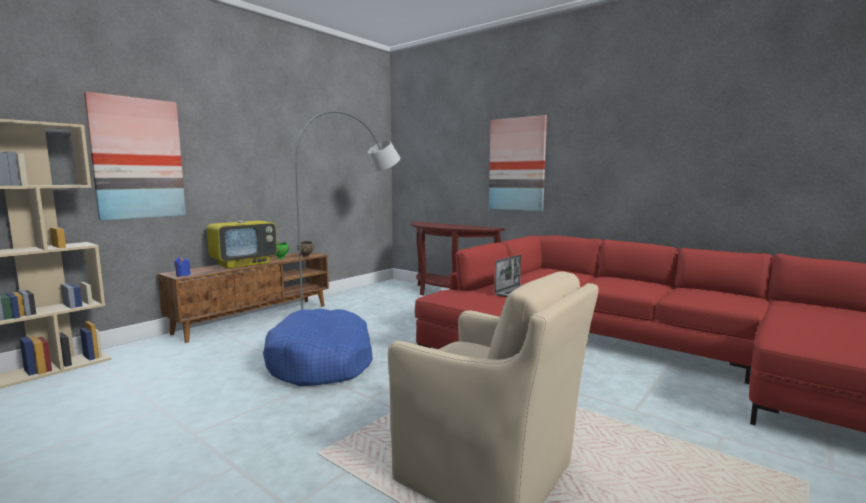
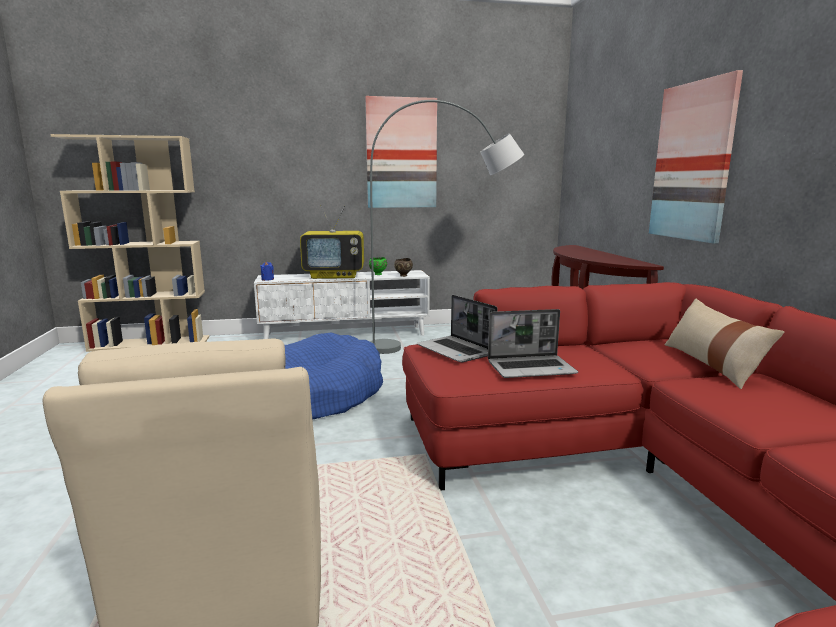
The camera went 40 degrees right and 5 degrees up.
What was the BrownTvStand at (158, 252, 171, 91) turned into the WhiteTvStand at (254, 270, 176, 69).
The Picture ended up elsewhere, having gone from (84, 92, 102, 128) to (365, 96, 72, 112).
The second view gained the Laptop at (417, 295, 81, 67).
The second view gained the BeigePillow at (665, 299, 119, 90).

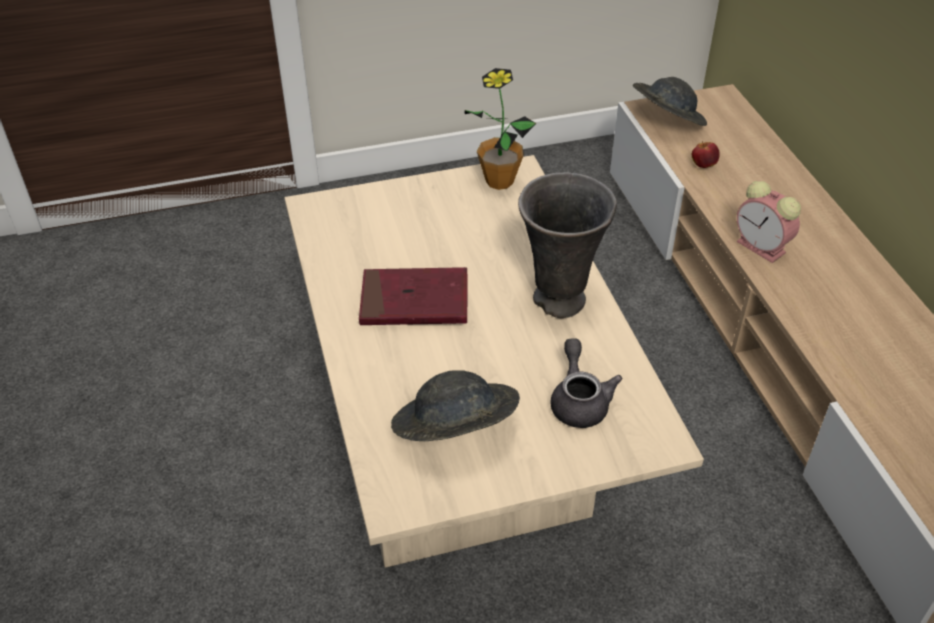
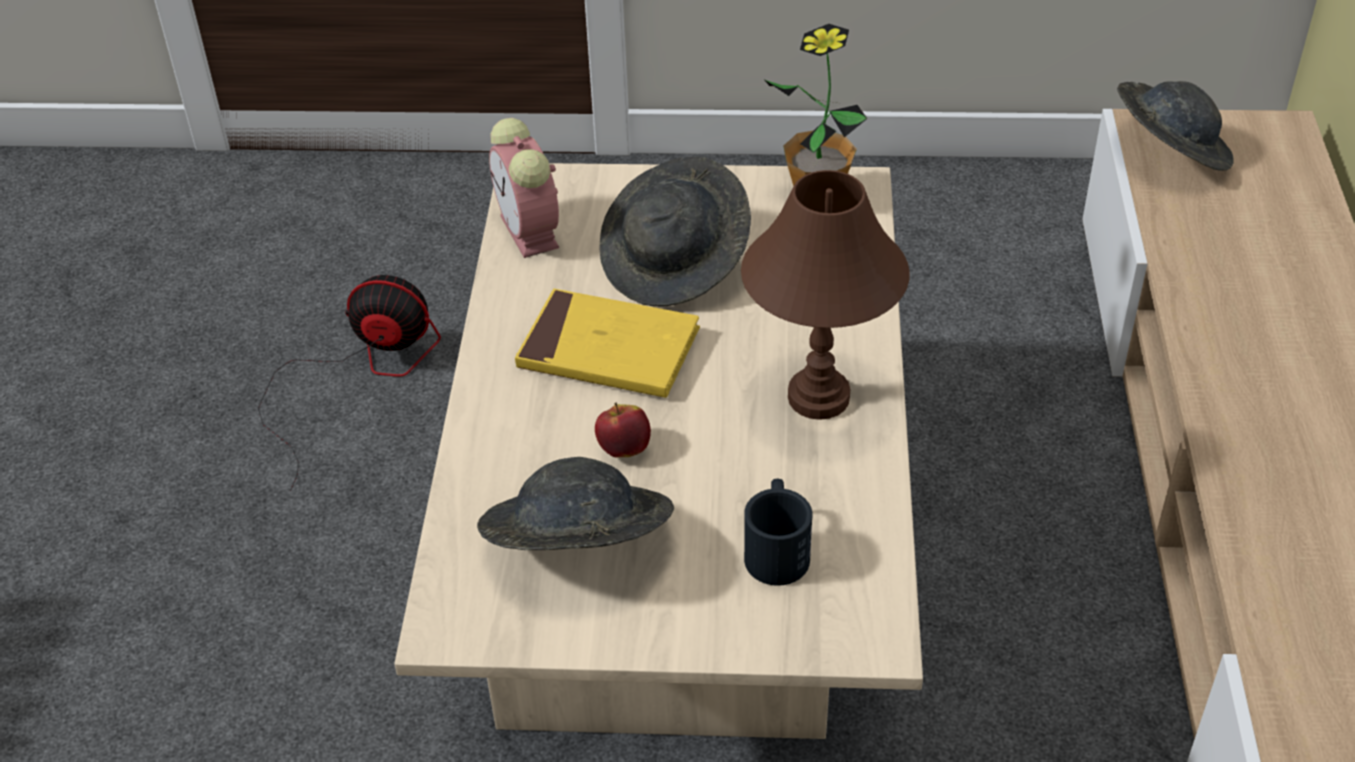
The camera went 20 degrees right and 0 degrees up.
The second view gained the Fan at (258, 275, 183, 216).
The AlarmClock ended up elsewhere, having gone from (736, 181, 65, 82) to (489, 118, 70, 140).
What was the RedBook at (359, 267, 109, 58) turned into the YellowBook at (515, 289, 185, 109).
The Apple ended up elsewhere, having gone from (692, 141, 27, 27) to (595, 403, 56, 55).
The second view gained the GreyHat at (599, 157, 152, 149).
Where the GreyVase stood at (518, 172, 99, 146), the BrownTableLamp came to stand at (741, 170, 169, 250).
Where the GreyTeapot stood at (551, 338, 71, 90), the BlackMug came to stand at (744, 478, 68, 108).

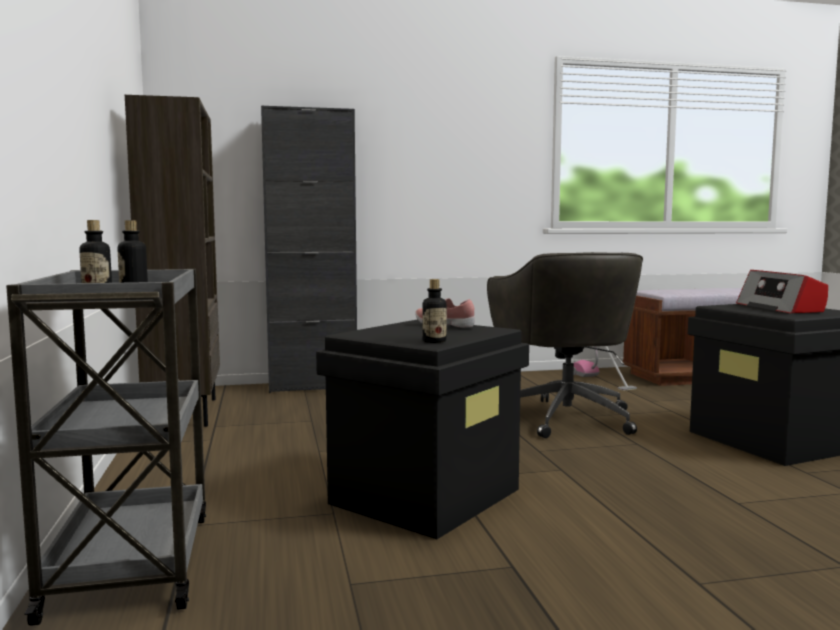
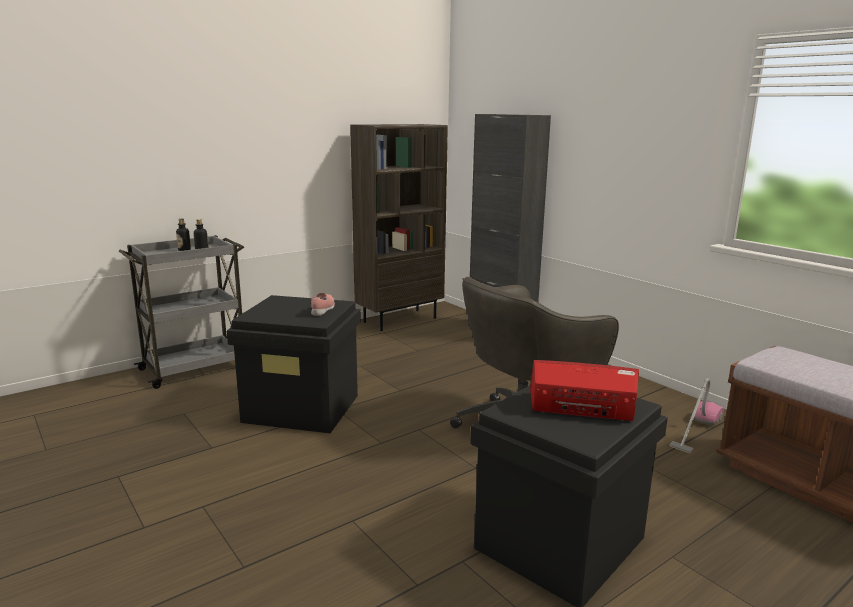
The camera went 65 degrees right and 10 degrees up.
The Radio at (736, 270, 92, 44) ended up facing another way, 45 degrees clockwise from before.
The second view lost the Bottle at (422, 279, 25, 64).

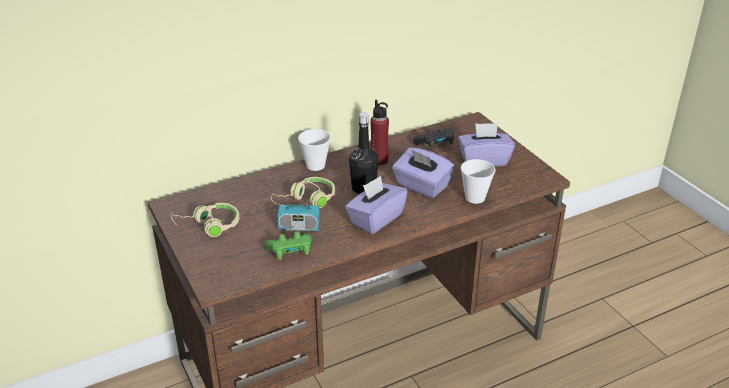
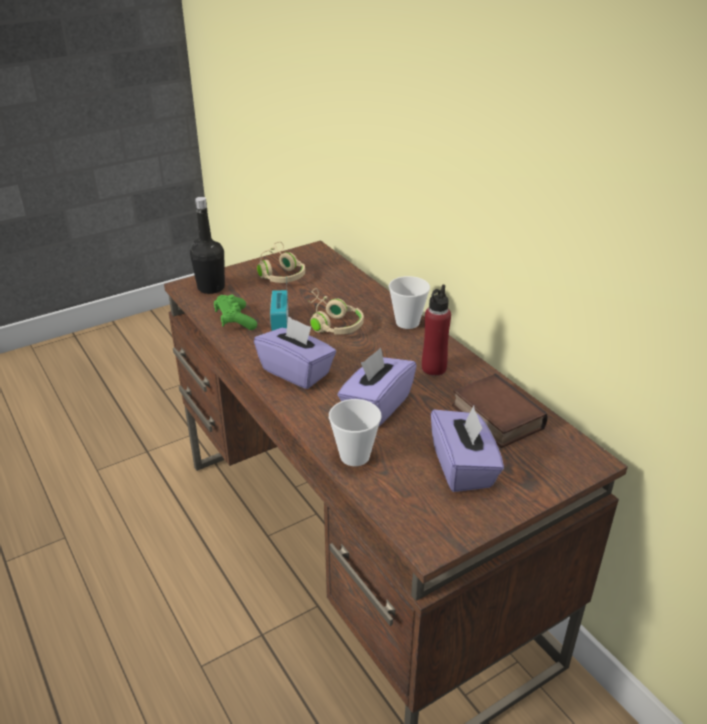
The camera went 85 degrees right and 0 degrees up.
The BlackBottle ended up elsewhere, having gone from (349, 113, 30, 81) to (190, 197, 35, 97).
Where the BlackGameController stood at (413, 126, 41, 23), the Book came to stand at (452, 373, 96, 75).

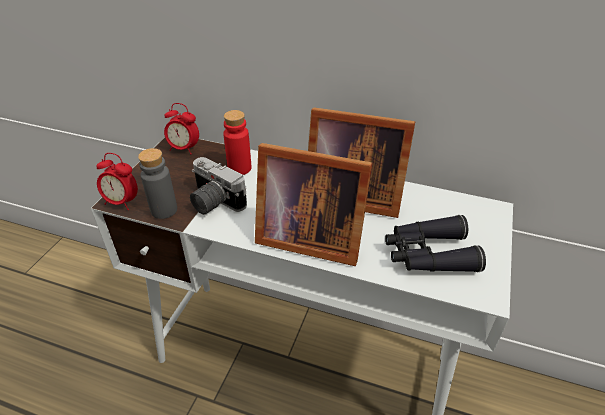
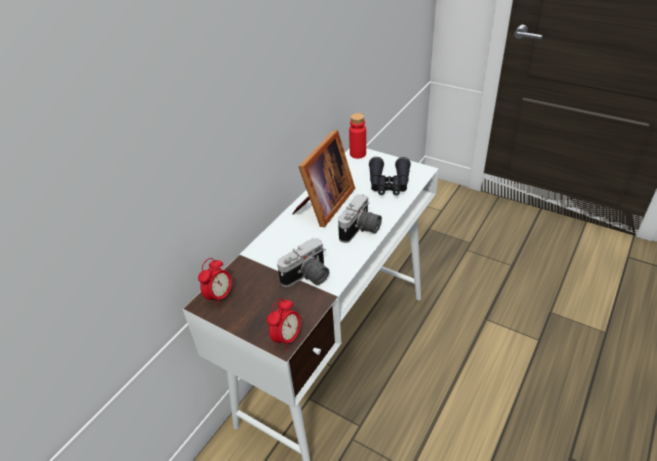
The camera went 75 degrees left and 0 degrees up.
Where the PictureFrame stood at (255, 143, 117, 123), the PhotoCamera came to stand at (338, 194, 44, 49).
The RedBottle ended up elsewhere, having gone from (223, 110, 28, 65) to (349, 113, 17, 46).
The second view lost the GreyBottle at (138, 148, 39, 71).

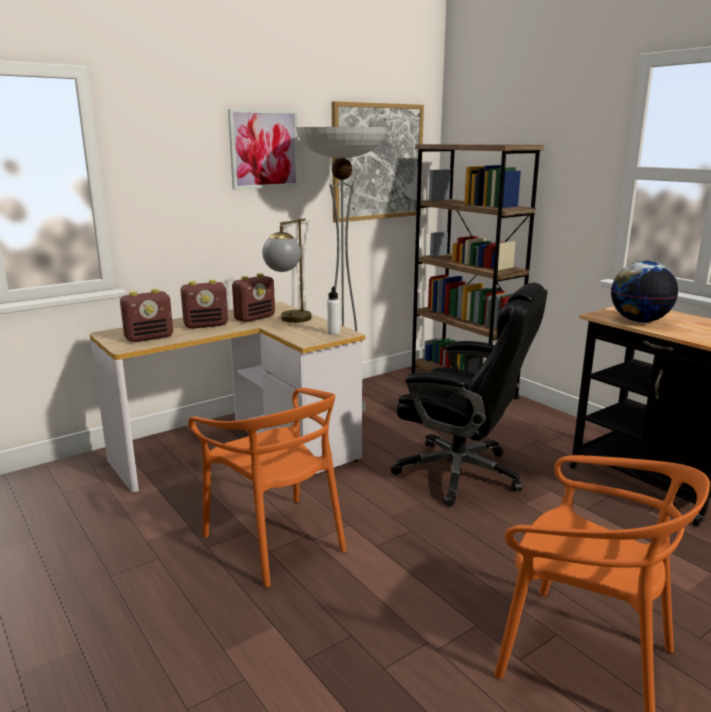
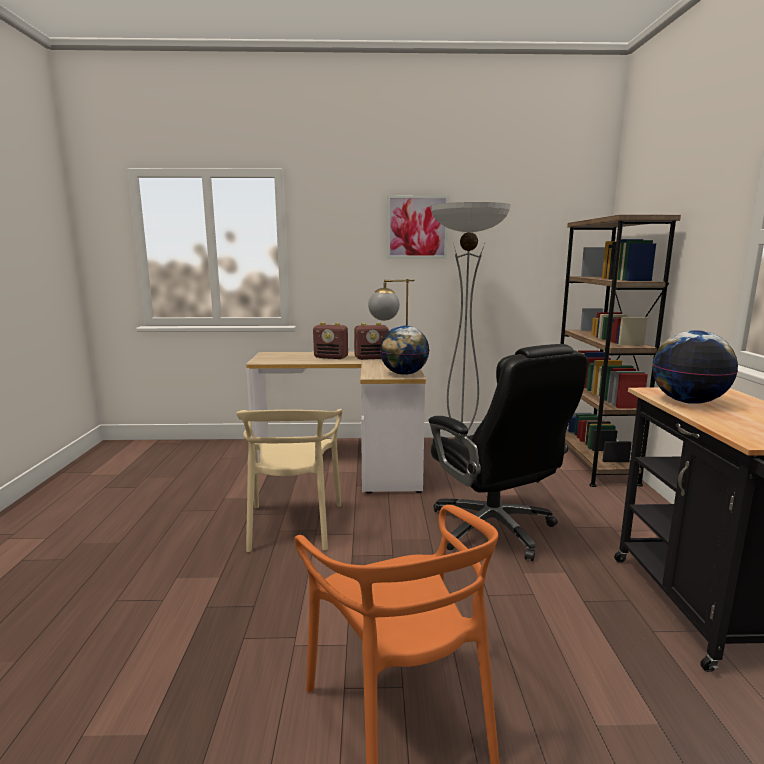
The camera went 35 degrees right and 5 degrees down.
What was the OrangeChair at (188, 388, 158, 199) turned into the BeigeChair at (236, 409, 106, 143).
Where the WhiteBottle stood at (327, 286, 13, 49), the Globe came to stand at (380, 326, 49, 49).
The second view lost the Radio at (120, 289, 53, 53).
The second view lost the Picture at (332, 101, 92, 122).

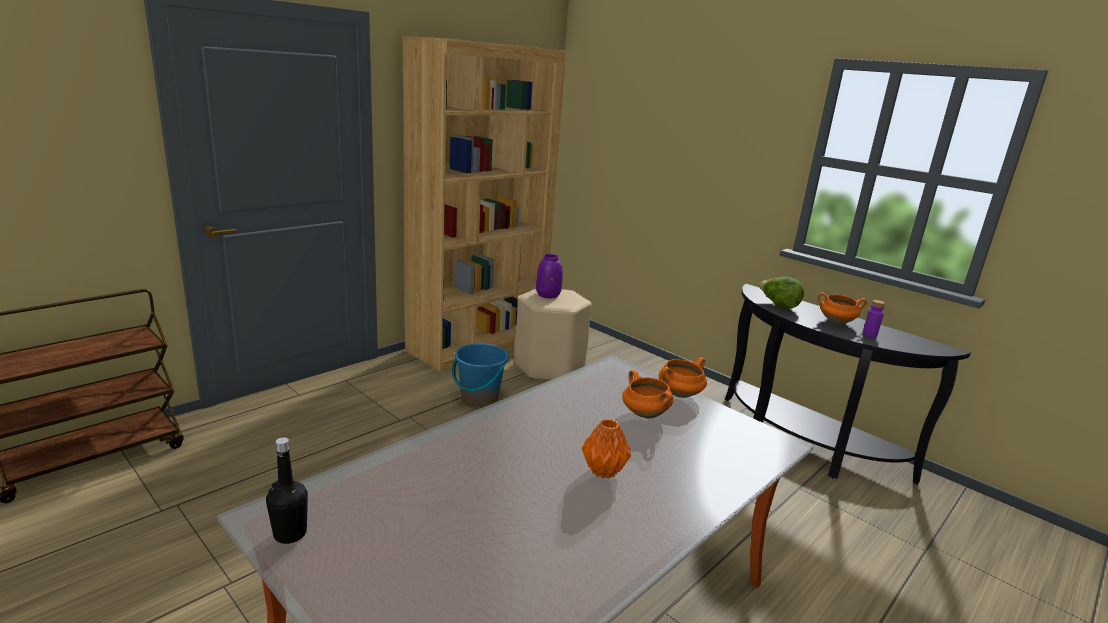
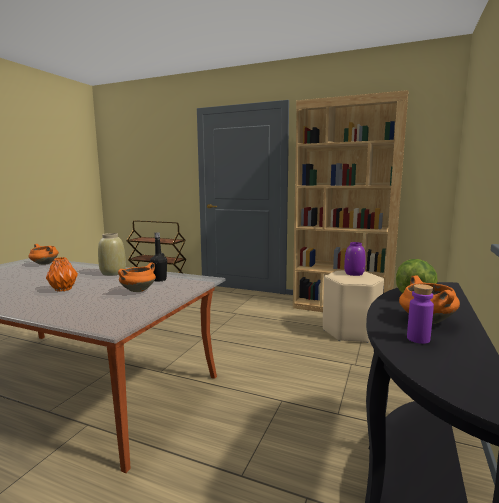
The camera went 70 degrees right and 10 degrees down.
The OrangeCookingPot ended up elsewhere, having gone from (659, 357, 48, 41) to (28, 244, 31, 21).
The second view gained the BeigeVase at (98, 233, 28, 43).
The BlackBottle ended up elsewhere, having gone from (266, 437, 42, 107) to (150, 233, 17, 49).
The second view lost the BlueBucket at (452, 343, 57, 64).

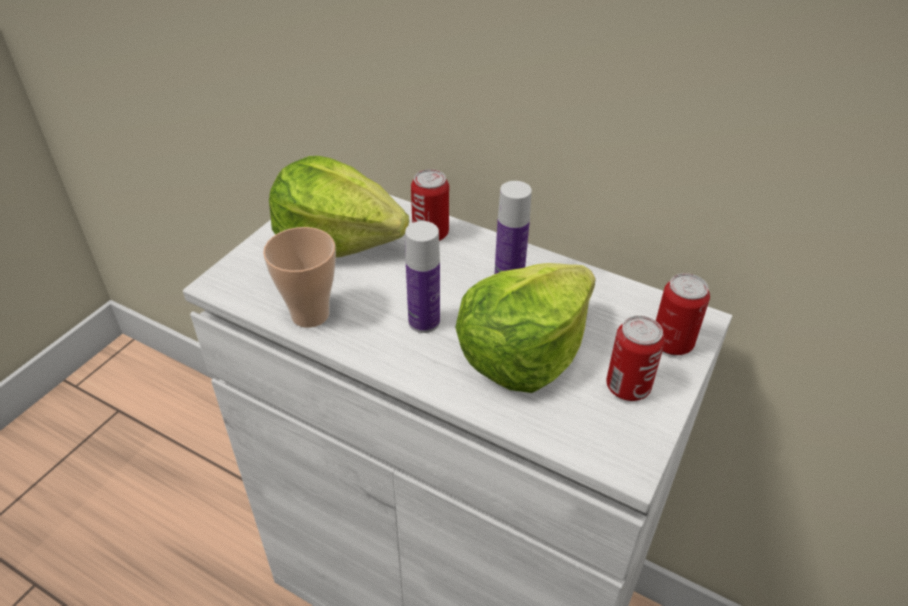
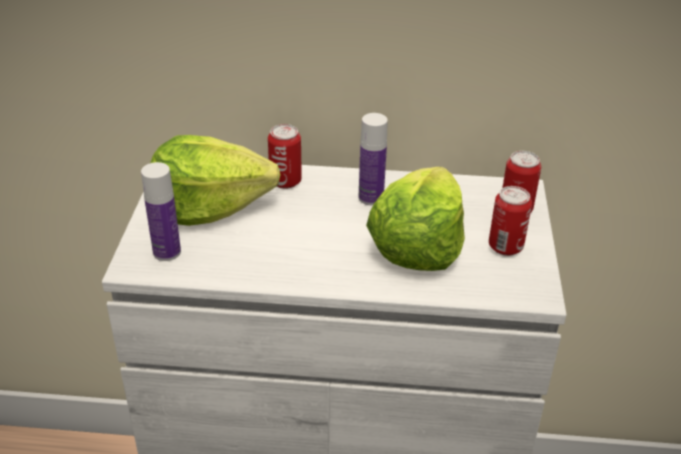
The camera went 25 degrees left and 5 degrees down.
The Bottle ended up elsewhere, having gone from (405, 221, 35, 112) to (141, 162, 40, 99).
The second view lost the Cup at (263, 227, 73, 101).

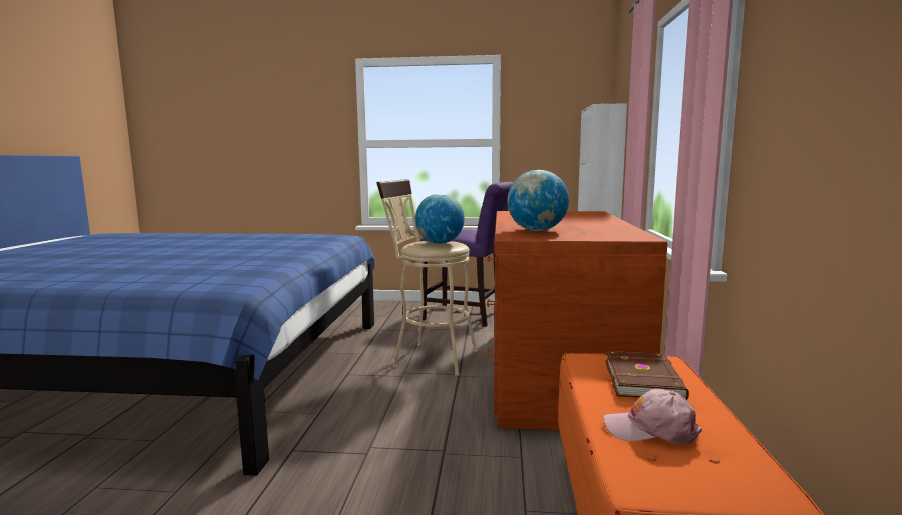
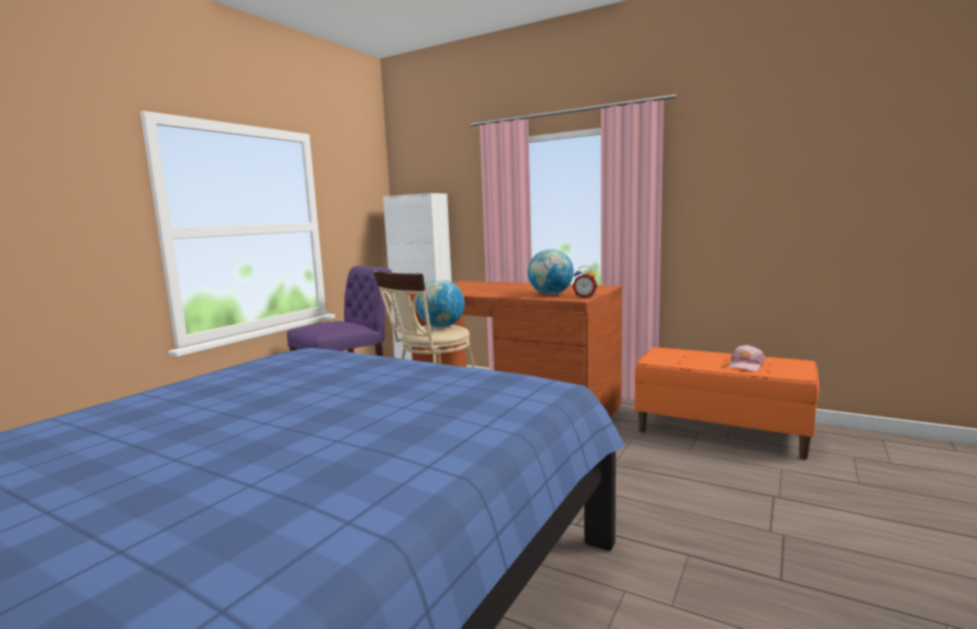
The camera went 65 degrees left and 0 degrees up.
The second view gained the AlarmClock at (572, 266, 26, 32).
The second view lost the BrownBook at (605, 351, 84, 49).

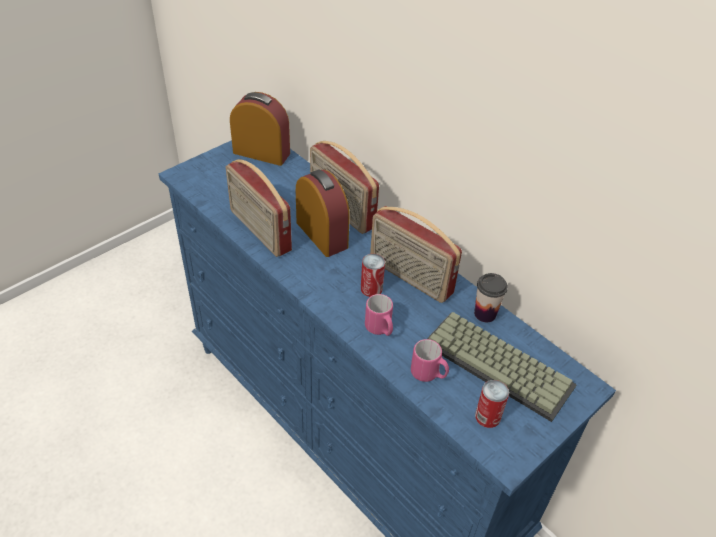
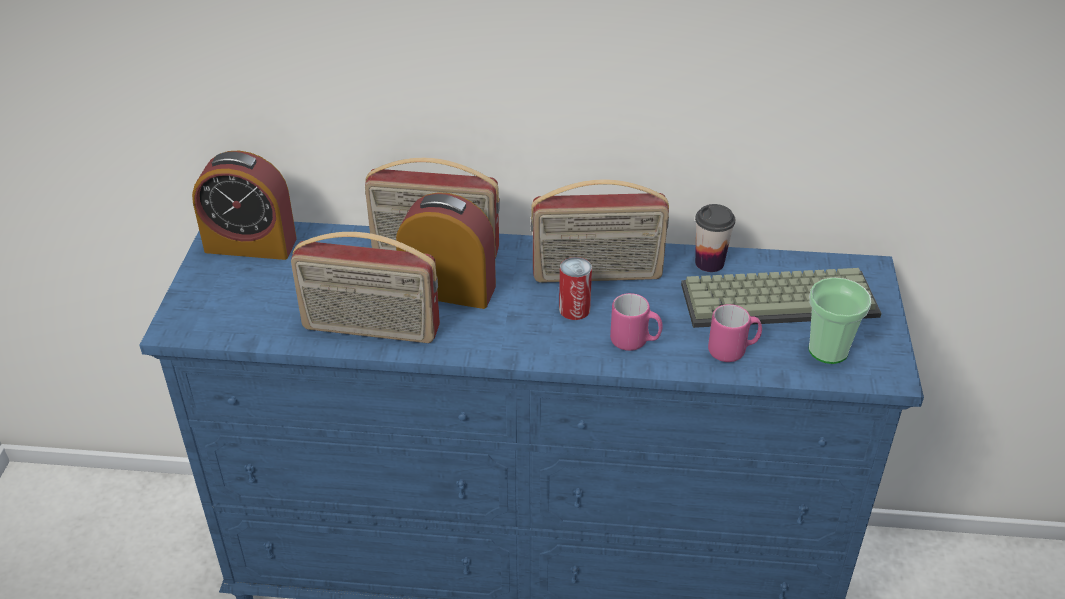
The camera went 40 degrees left and 5 degrees down.
The AlarmClock at (230, 92, 60, 74) ended up facing another way, 150 degrees counterclockwise from before.
Where the Can stood at (475, 380, 34, 48), the Cup came to stand at (809, 277, 62, 87).

